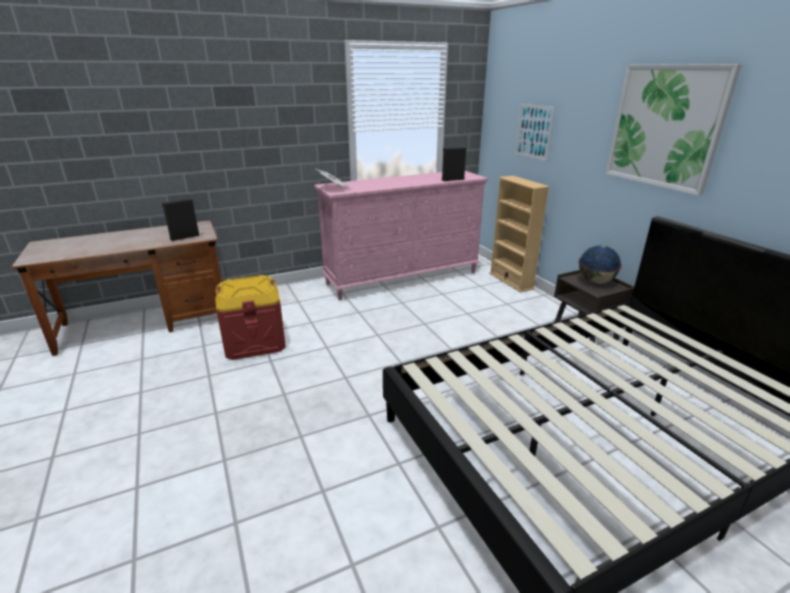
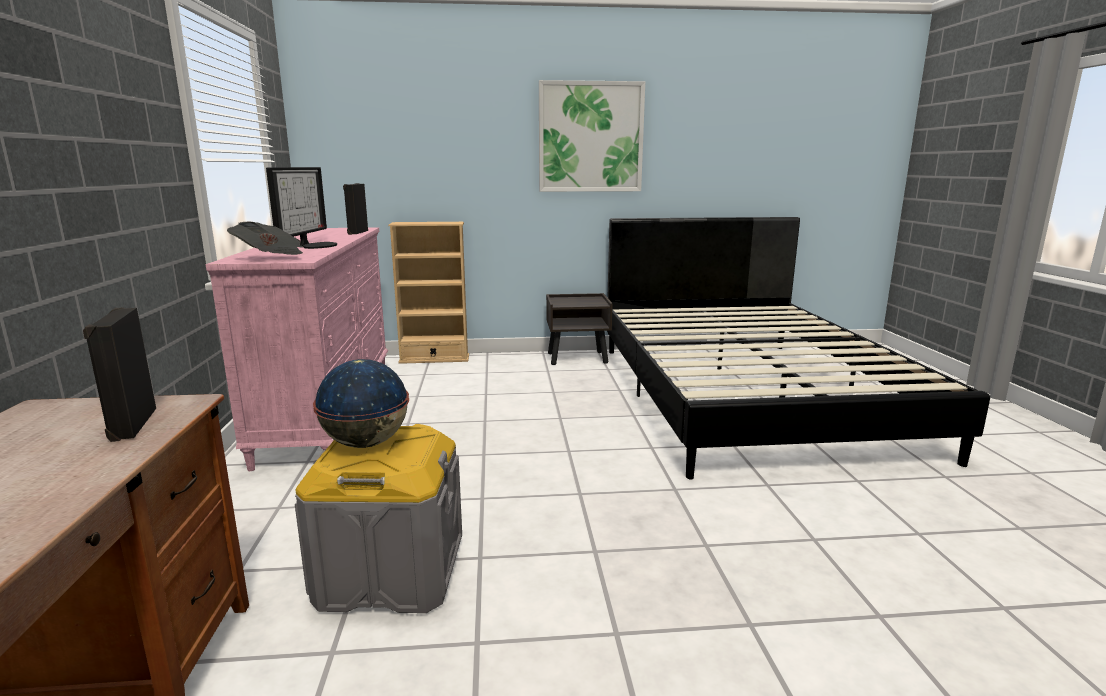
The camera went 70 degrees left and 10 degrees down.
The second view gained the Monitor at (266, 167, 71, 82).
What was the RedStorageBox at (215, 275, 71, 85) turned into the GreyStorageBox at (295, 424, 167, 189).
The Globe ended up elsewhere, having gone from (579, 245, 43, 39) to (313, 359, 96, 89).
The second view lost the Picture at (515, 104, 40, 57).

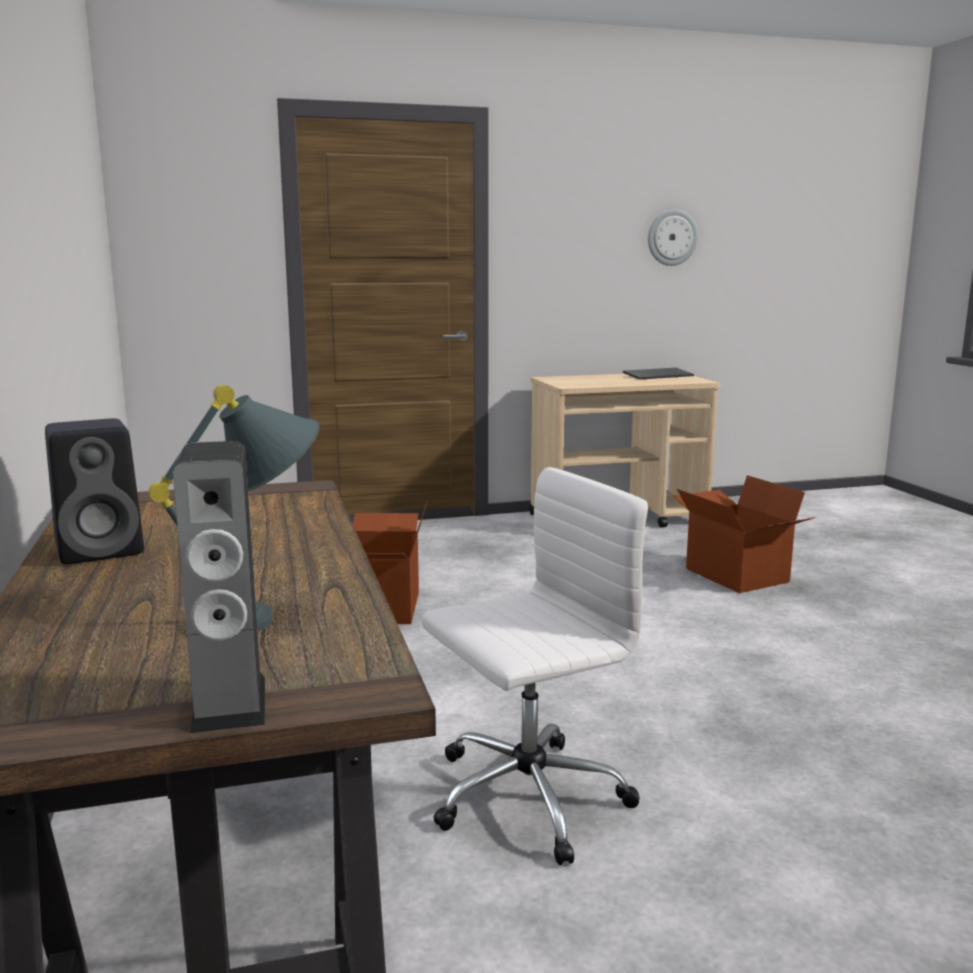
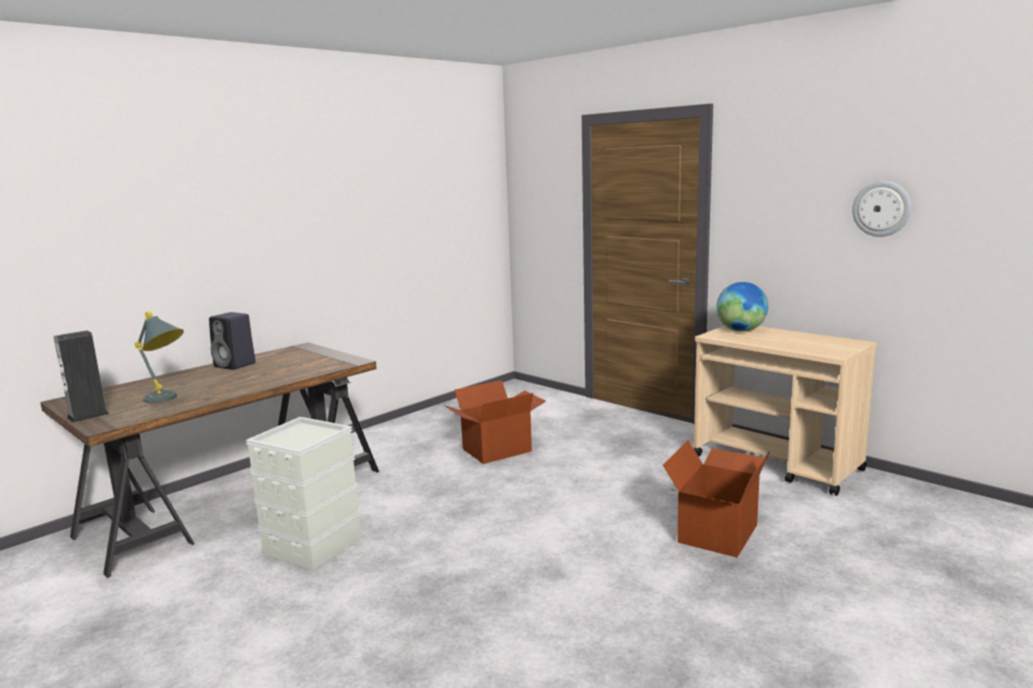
The camera went 60 degrees right and 0 degrees up.
Where the WhiteOfficeChair stood at (422, 467, 226, 398), the GreyStorageBox came to stand at (246, 417, 115, 153).
The second view gained the Globe at (716, 282, 52, 50).
The second view lost the Keyboard at (623, 368, 71, 12).

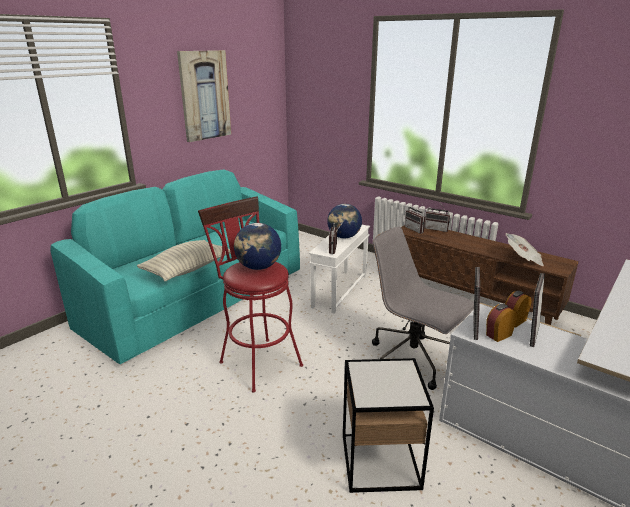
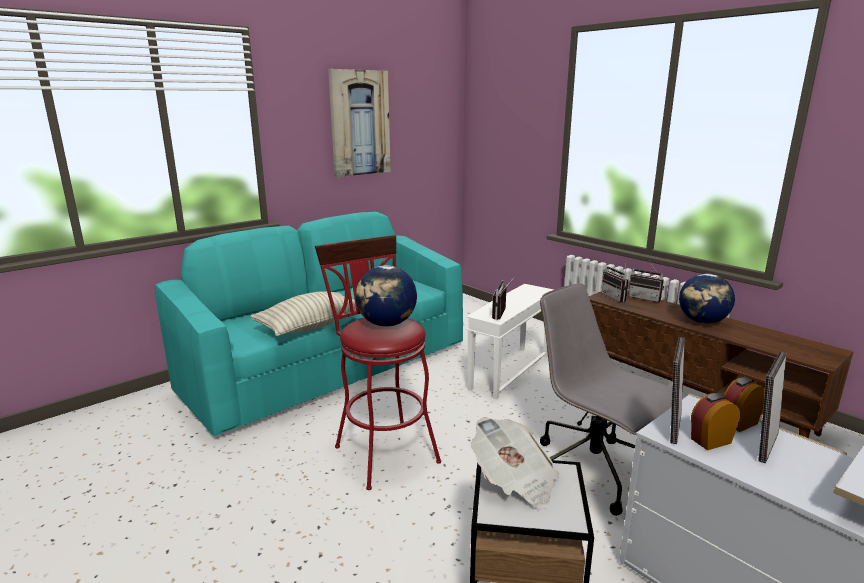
The camera went 10 degrees right and 5 degrees down.
The Newspaper ended up elsewhere, having gone from (505, 233, 39, 33) to (470, 417, 89, 93).
The Globe ended up elsewhere, having gone from (327, 204, 35, 34) to (679, 274, 56, 50).

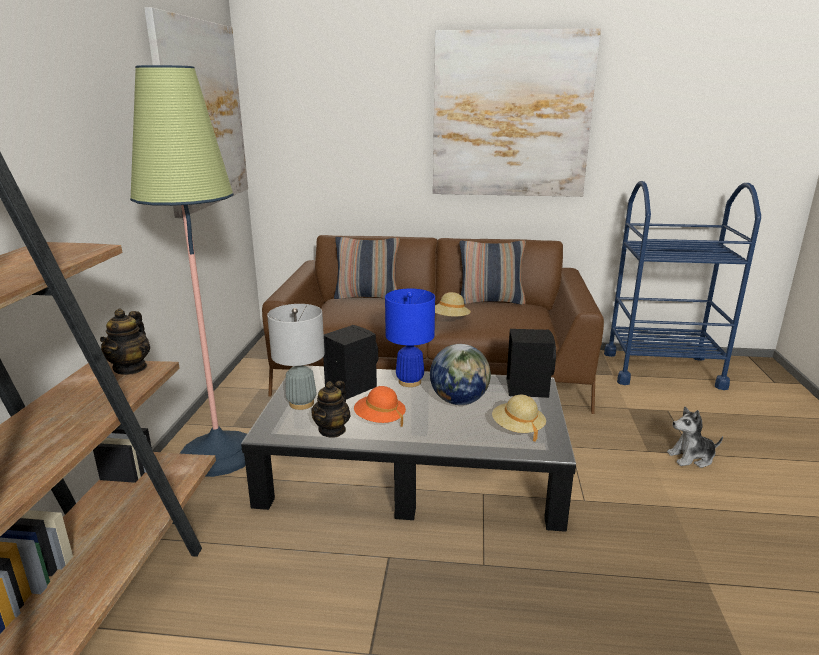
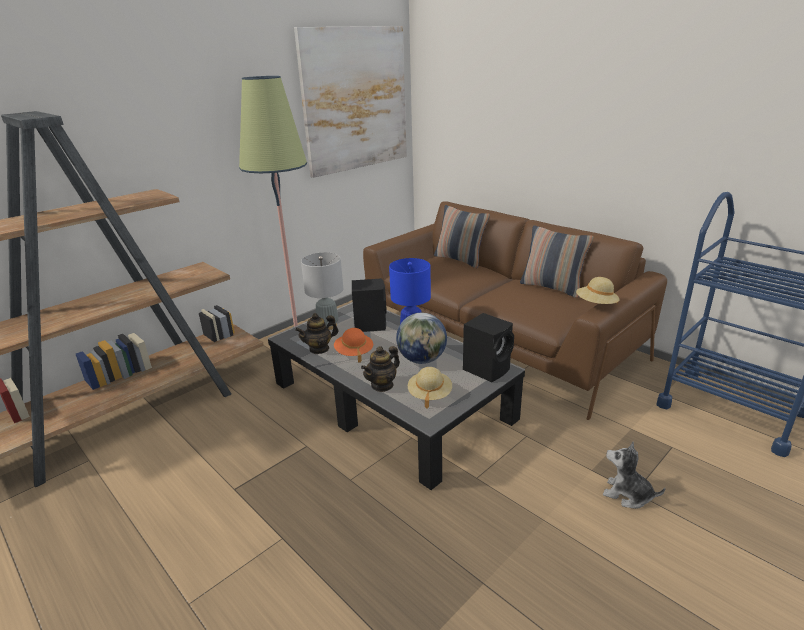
The camera went 40 degrees right and 5 degrees up.
The Teapot ended up elsewhere, having gone from (100, 309, 50, 66) to (361, 346, 39, 46).
The BeigeHat ended up elsewhere, having gone from (435, 292, 36, 25) to (576, 277, 43, 27).
The second view lost the Picture at (433, 28, 168, 169).

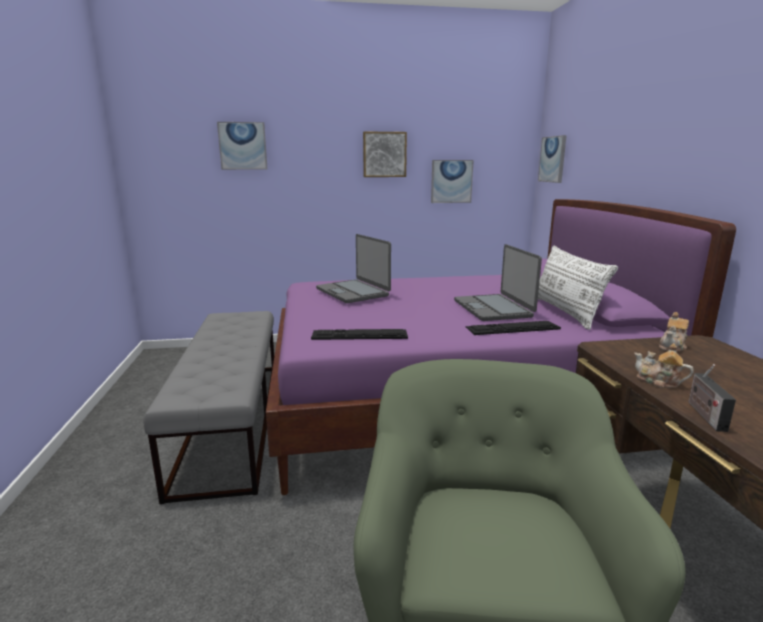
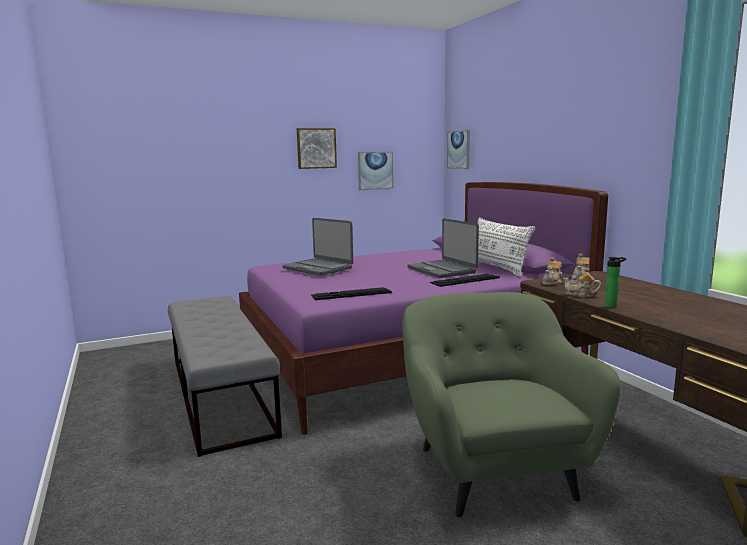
The camera went 15 degrees left and 5 degrees down.
The second view gained the Teapot at (542, 257, 20, 28).
Where the Radio stood at (689, 364, 47, 68), the Bottle came to stand at (605, 257, 21, 51).
The second view lost the Picture at (217, 122, 50, 48).

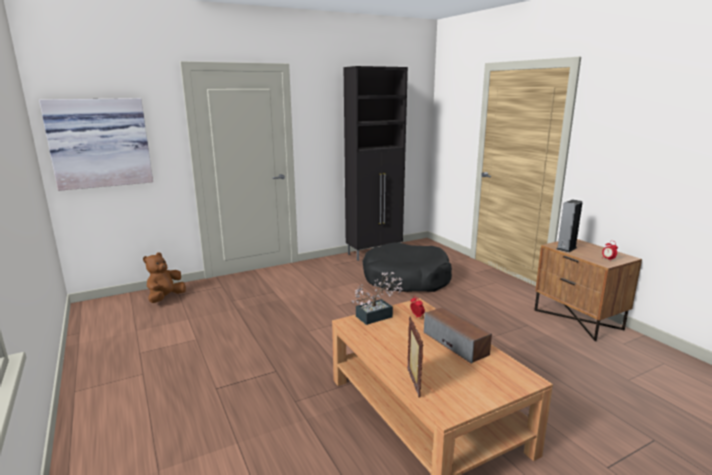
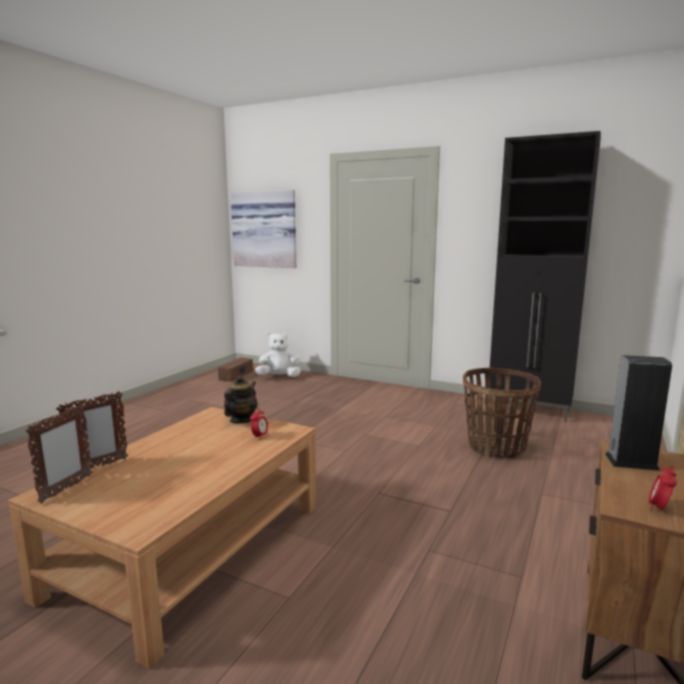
The camera went 55 degrees right and 5 degrees down.
The second view gained the PictureFrame at (25, 404, 67, 99).
The Speaker ended up elsewhere, having gone from (424, 307, 68, 57) to (218, 357, 35, 25).
Where the PottedPlant stood at (352, 272, 51, 53), the Teapot came to stand at (224, 376, 34, 48).
What was the BrownPlushToy at (143, 252, 43, 51) turned into the WhitePlushToy at (255, 333, 46, 44).
Where the BlackDogBed stood at (363, 242, 89, 50), the Basket came to stand at (463, 367, 78, 91).

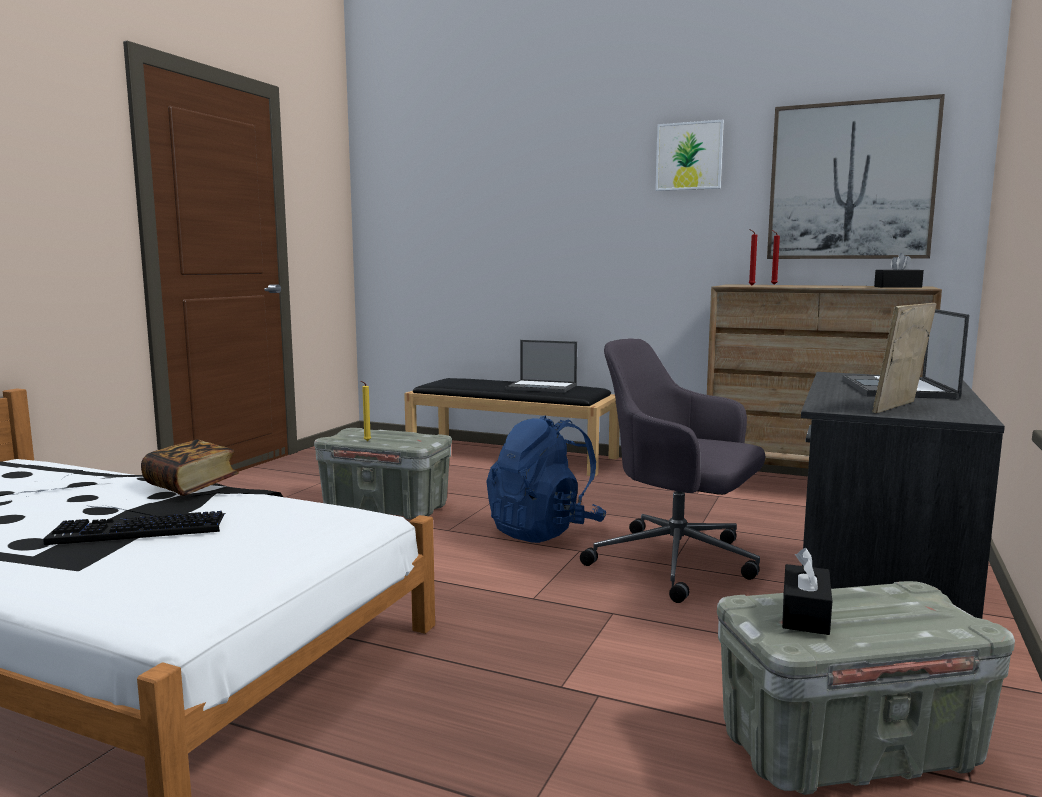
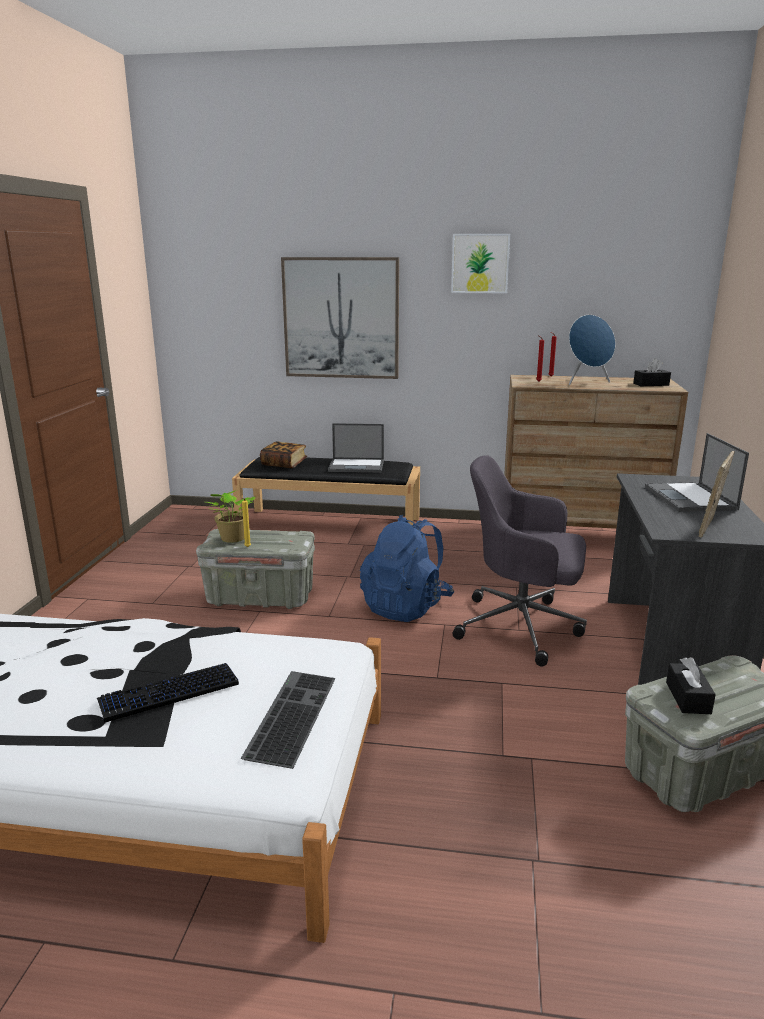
The camera went 15 degrees left and 10 degrees up.
The second view gained the PottedPlant at (206, 490, 49, 53).
The second view gained the Keyboard at (241, 671, 95, 98).
The Book ended up elsewhere, having gone from (141, 440, 98, 56) to (260, 441, 47, 27).
The Picture ended up elsewhere, having gone from (767, 94, 178, 165) to (281, 257, 118, 122).
The second view gained the BlueSpeaker at (569, 315, 46, 70).

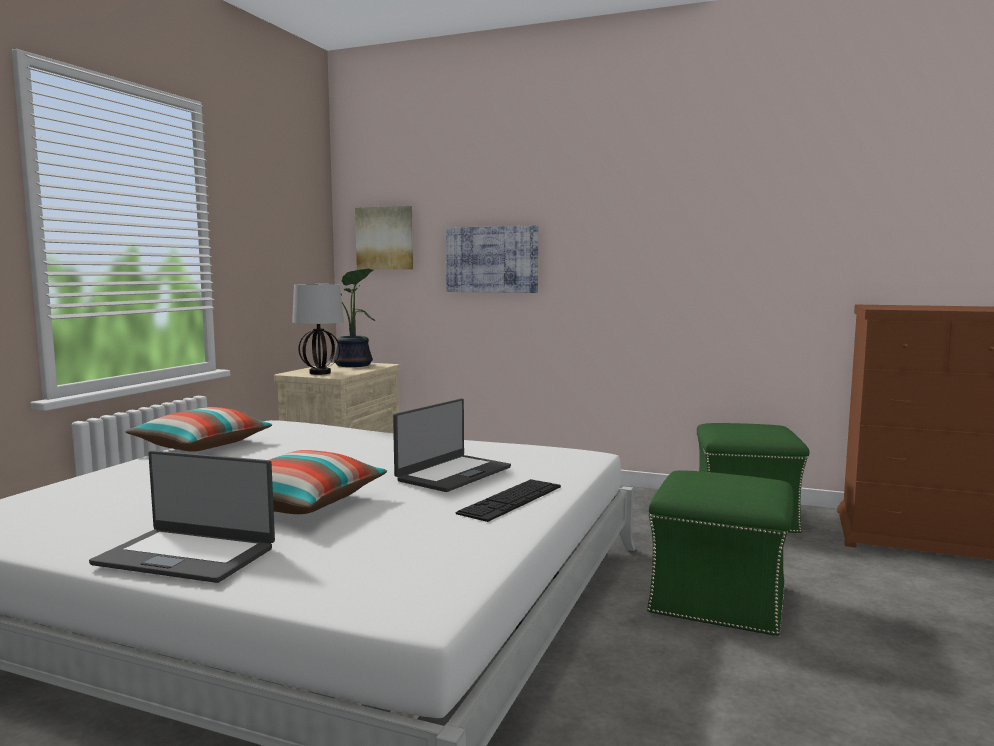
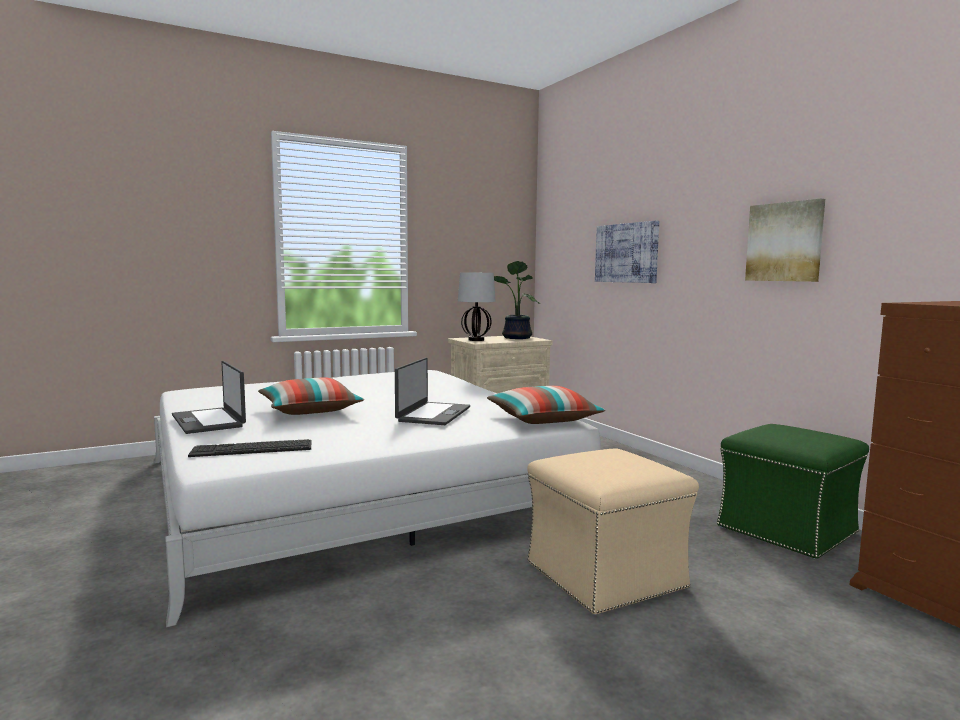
The camera went 40 degrees right and 0 degrees up.
The Keyboard ended up elsewhere, having gone from (456, 479, 105, 43) to (188, 439, 124, 18).
The Laptop at (393, 398, 118, 94) ended up facing another way, 60 degrees counterclockwise from before.
The Pillow ended up elsewhere, having gone from (125, 407, 147, 45) to (487, 386, 118, 38).
What was the GreenOttoman at (647, 470, 146, 167) turned into the BeigeOttoman at (527, 448, 172, 167).
The Picture ended up elsewhere, having gone from (355, 206, 58, 64) to (745, 199, 80, 83).

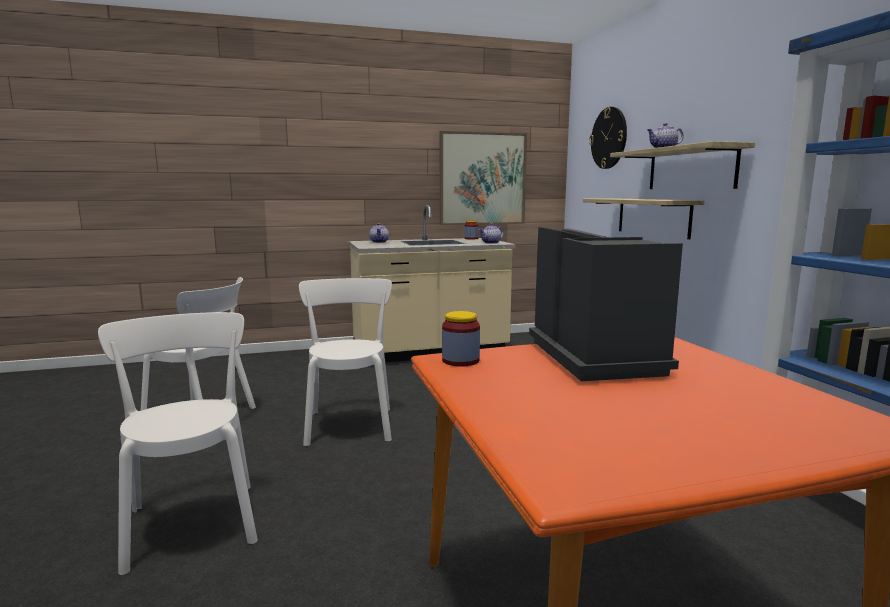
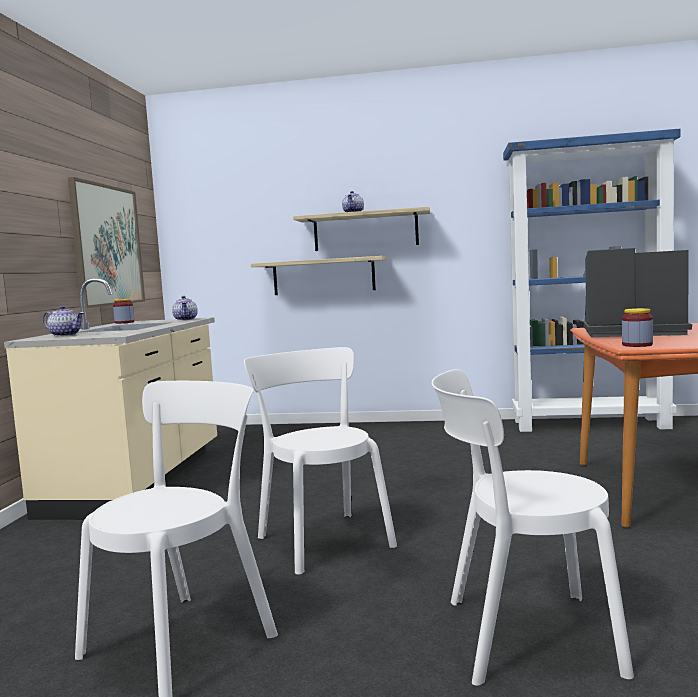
The camera went 65 degrees left and 5 degrees down.
The WhiteChair at (299, 278, 93, 168) ended up facing another way, 45 degrees clockwise from before.
The second view lost the WallClock at (589, 107, 38, 62).

